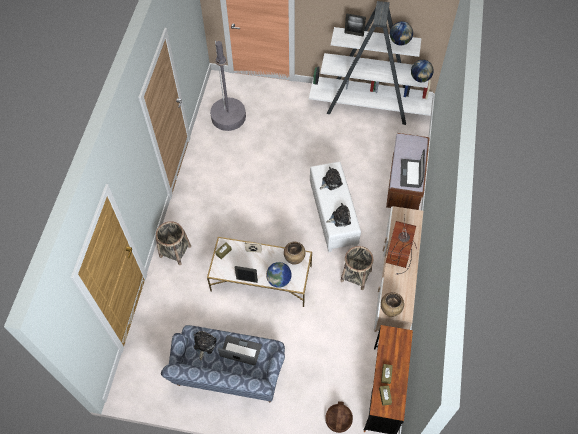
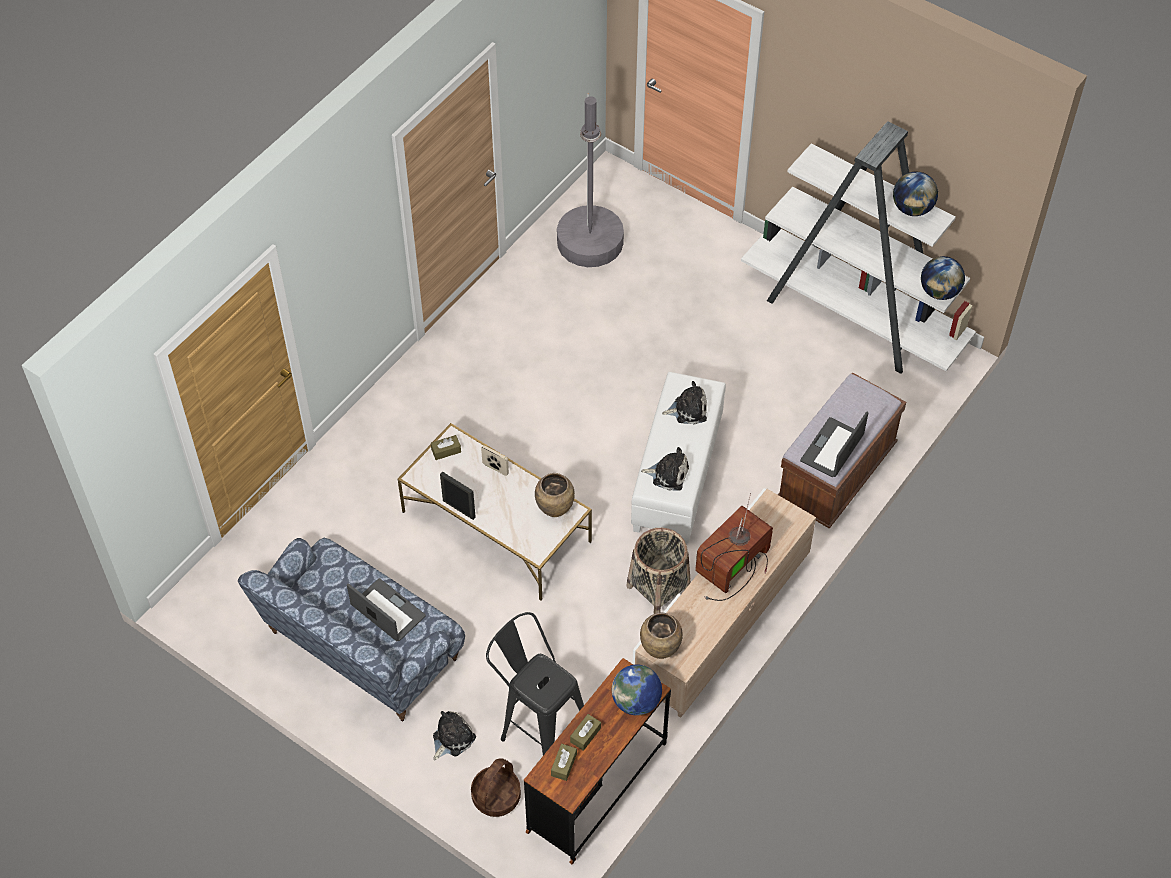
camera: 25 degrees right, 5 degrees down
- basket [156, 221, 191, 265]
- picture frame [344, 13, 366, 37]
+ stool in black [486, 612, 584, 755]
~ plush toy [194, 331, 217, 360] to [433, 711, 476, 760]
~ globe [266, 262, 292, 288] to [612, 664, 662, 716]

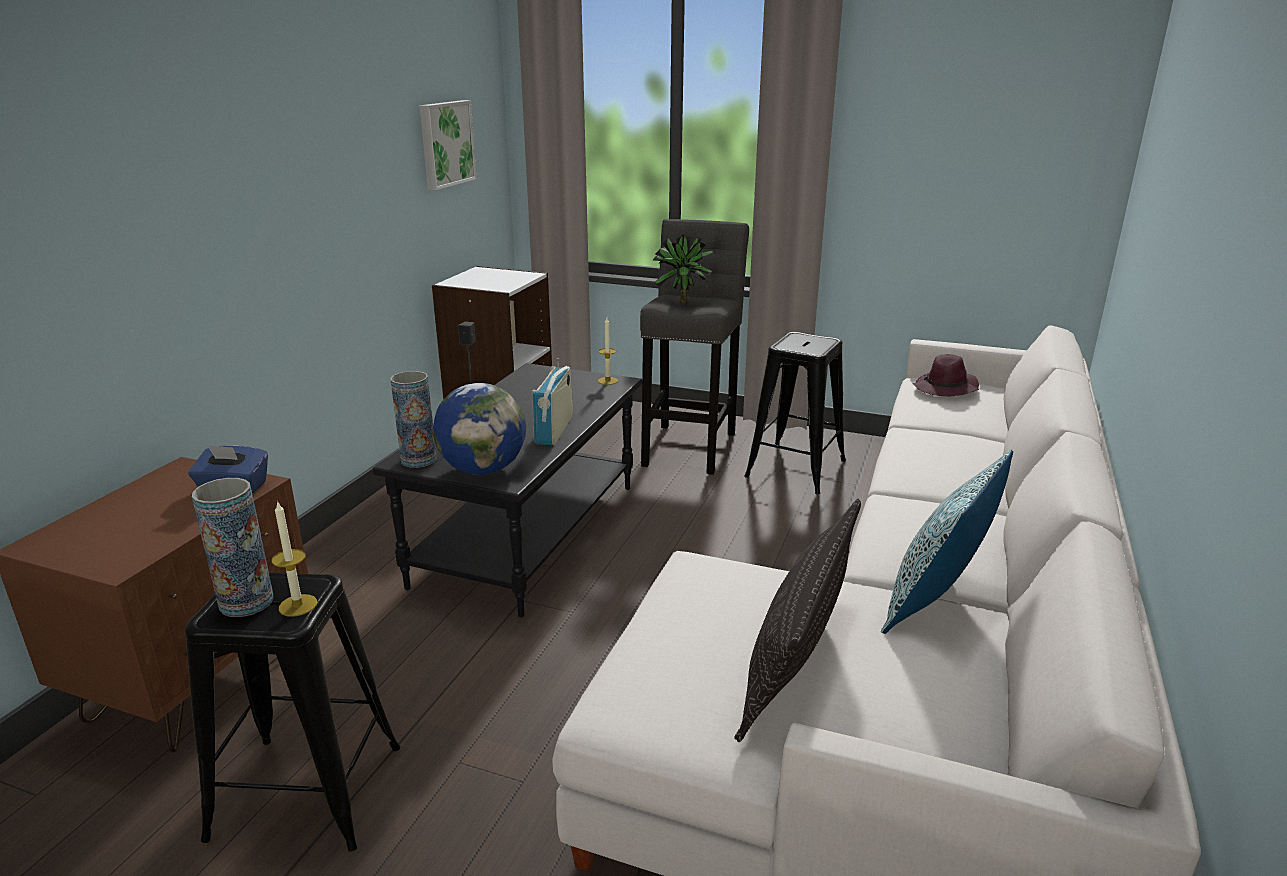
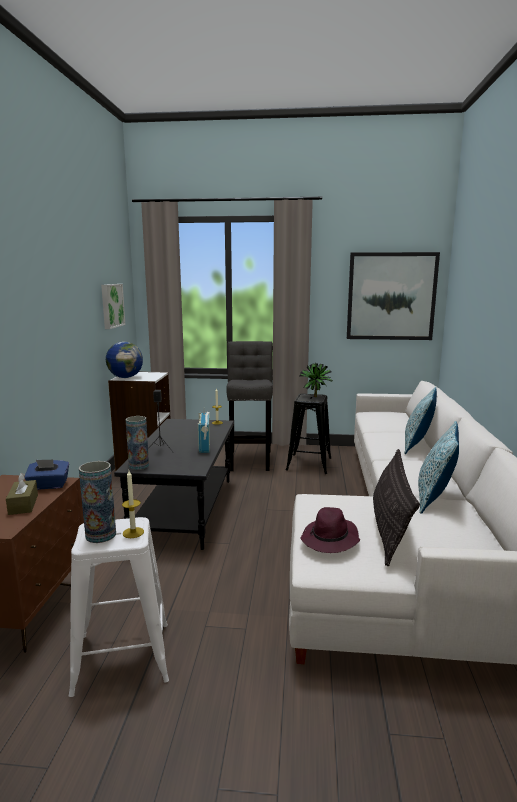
camera: 15 degrees left, 10 degrees down
+ tissue box in brown [6, 473, 38, 515]
+ picture [347, 252, 440, 340]
+ pillow [404, 387, 437, 454]
~ globe [433, 383, 526, 475] to [106, 342, 143, 378]
~ potted plant [653, 234, 715, 303] to [299, 363, 332, 397]
~ hat in purple [913, 354, 979, 396] to [300, 507, 360, 553]
~ stool in black [185, 573, 400, 852] to stool in white [69, 517, 169, 697]

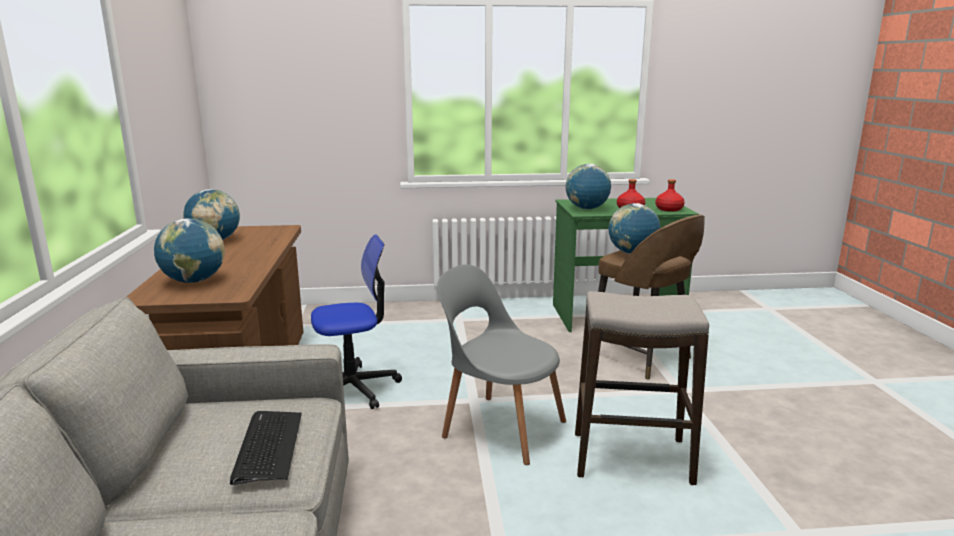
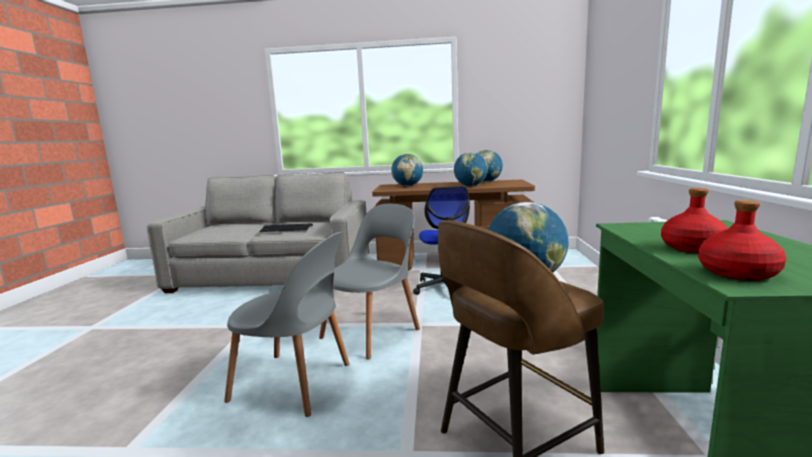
camera: 100 degrees right, 5 degrees down
~ globe [566, 164, 611, 209] to [454, 152, 488, 186]
~ stool [575, 291, 709, 485] to chair in grey [224, 232, 350, 417]

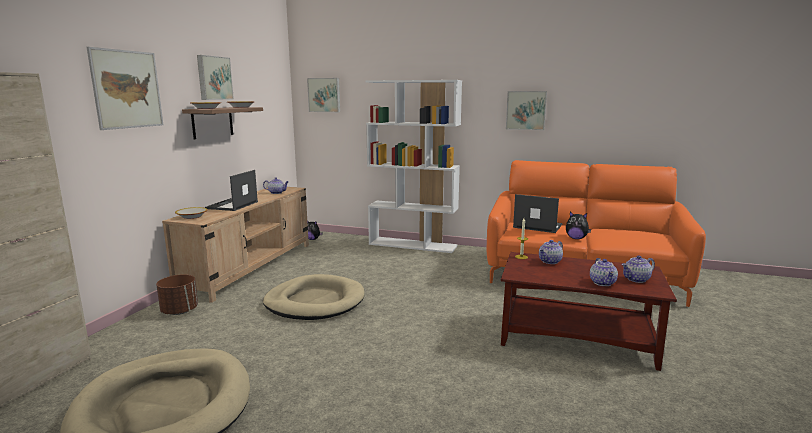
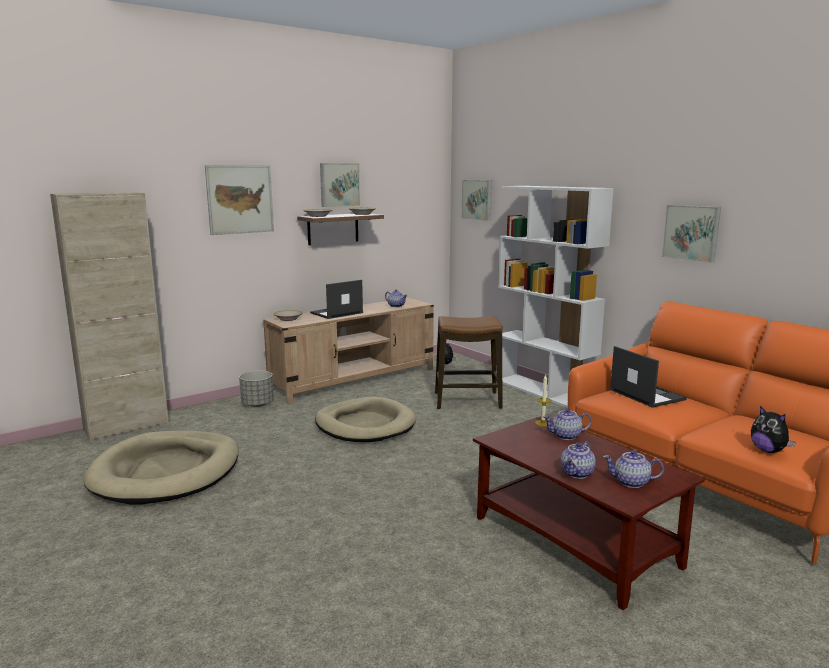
camera: 35 degrees right, 0 degrees up
+ stool [435, 316, 503, 409]
~ plush toy [566, 212, 591, 239] to [751, 406, 796, 453]
~ planter in brown [156, 274, 198, 315] to planter in grey [239, 371, 274, 407]

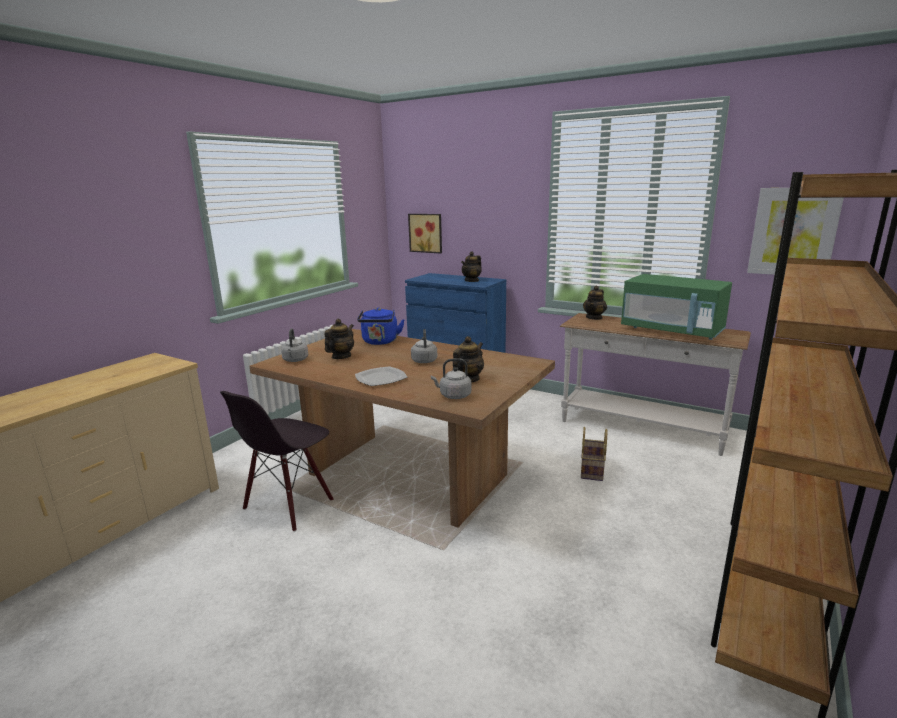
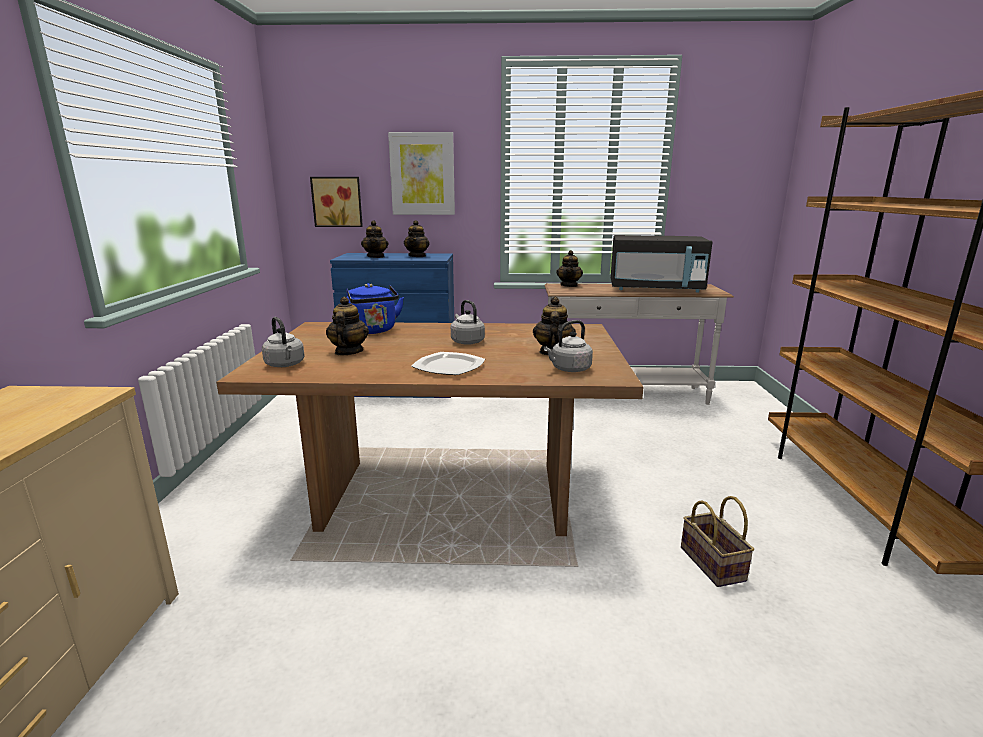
camera: 30 degrees left, 0 degrees up
- chair in black [220, 391, 333, 532]
+ teapot [361, 221, 388, 258]
~ basket [581, 427, 607, 481] to [681, 496, 754, 587]
~ picture [747, 188, 844, 275] to [388, 132, 455, 215]
~ microwave in green [621, 274, 732, 340] to microwave in black [611, 235, 713, 293]

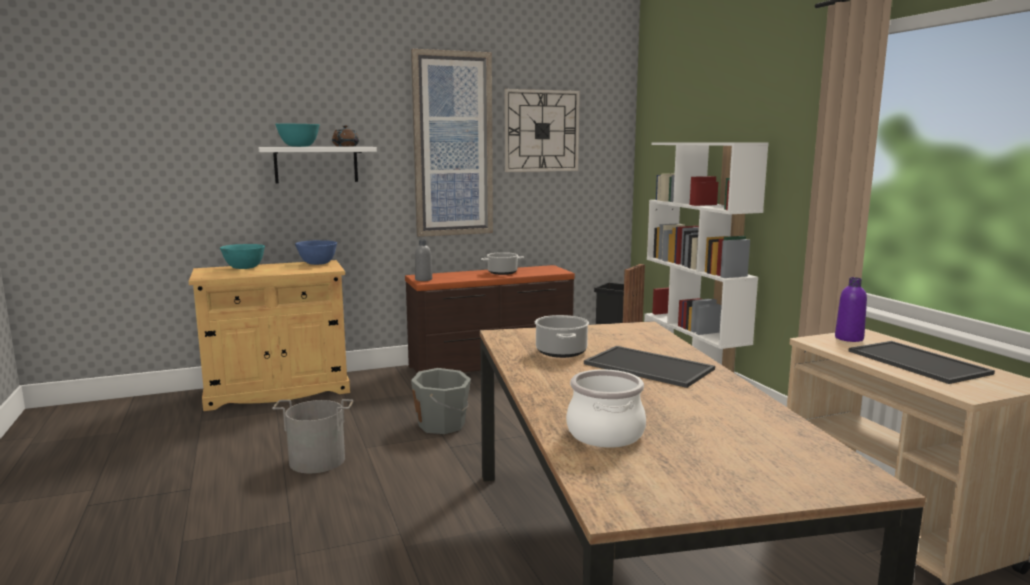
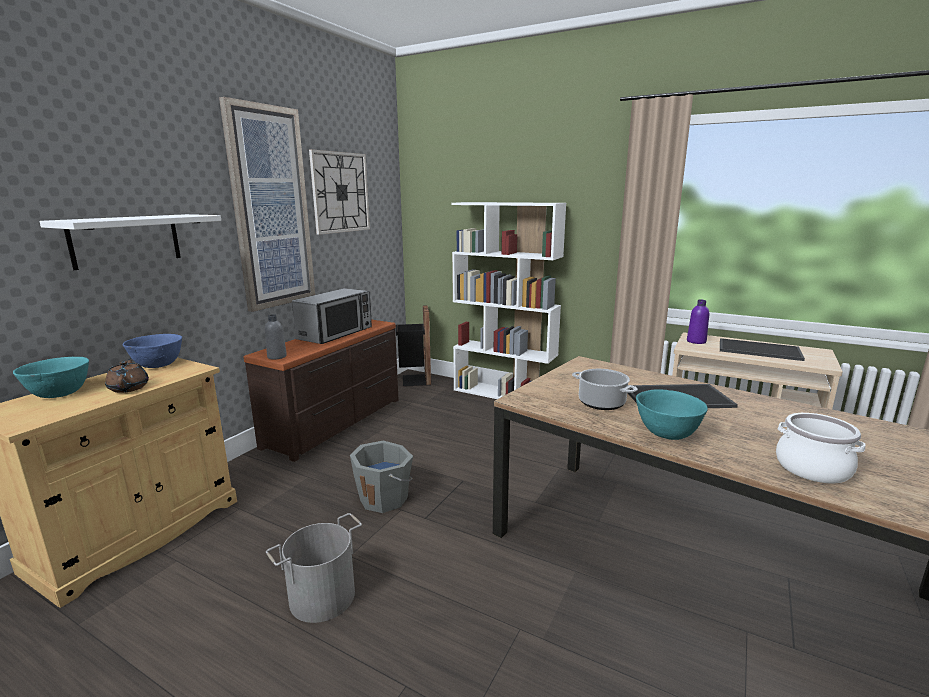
camera: 40 degrees left, 5 degrees up
~ bowl in turquoise [275, 123, 320, 147] to [636, 389, 708, 440]
~ teapot in brown [332, 125, 359, 147] to [105, 358, 149, 393]
~ cooking pot [481, 252, 524, 275] to microwave [292, 288, 372, 344]

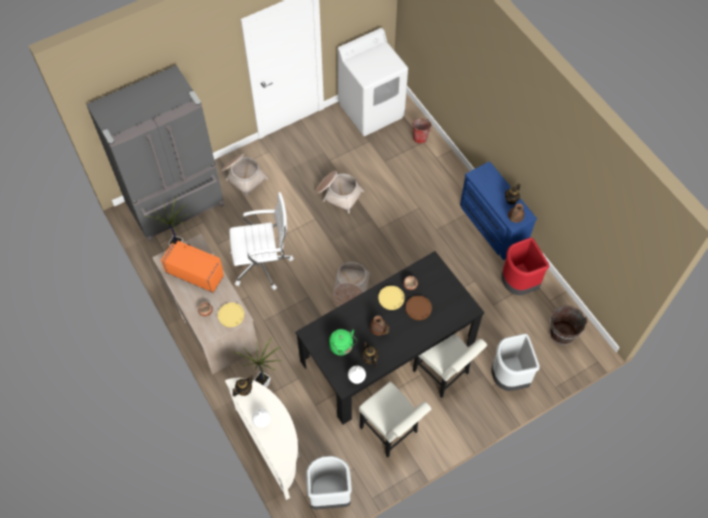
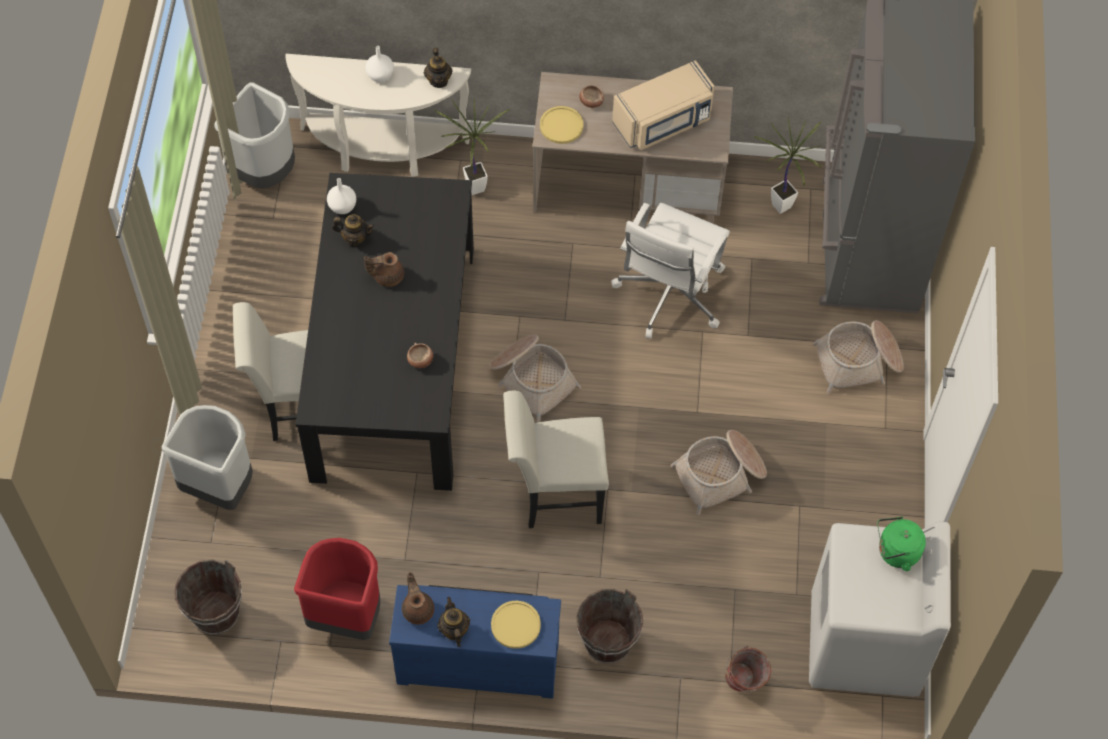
camera: 125 degrees right, 0 degrees up
- plate in brown [405, 296, 432, 320]
+ bucket in brown [576, 589, 643, 664]
~ kettle in green [329, 329, 358, 355] to [877, 517, 926, 571]
~ chair in white [359, 381, 431, 457] to [503, 391, 609, 528]
~ plate in yellow [378, 286, 405, 310] to [491, 601, 541, 649]
~ microwave in orange [161, 241, 224, 293] to microwave in beige [612, 60, 715, 150]

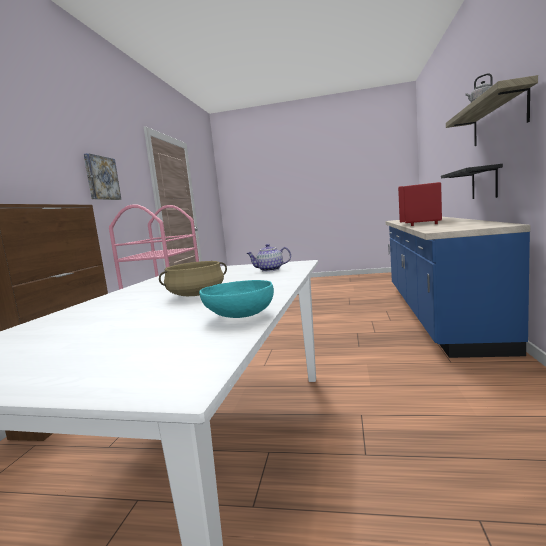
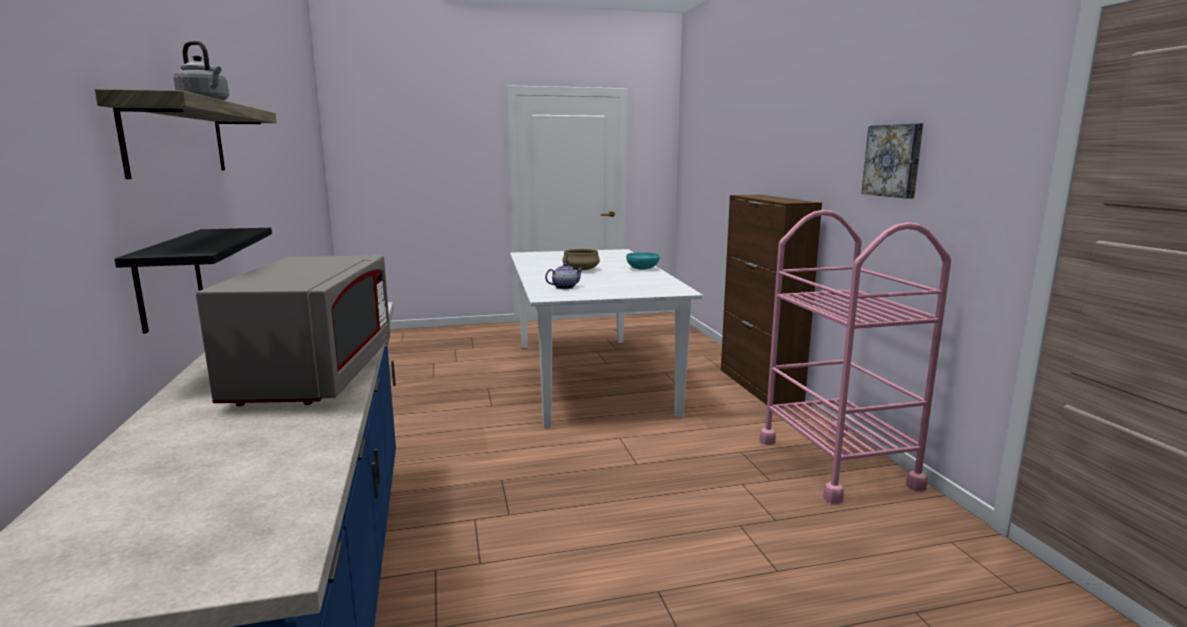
camera: 155 degrees right, 5 degrees up
~ bowl in turquoise [199, 280, 274, 318] to [626, 252, 660, 270]
~ microwave in red [398, 182, 442, 226] to microwave in grey [196, 255, 390, 406]

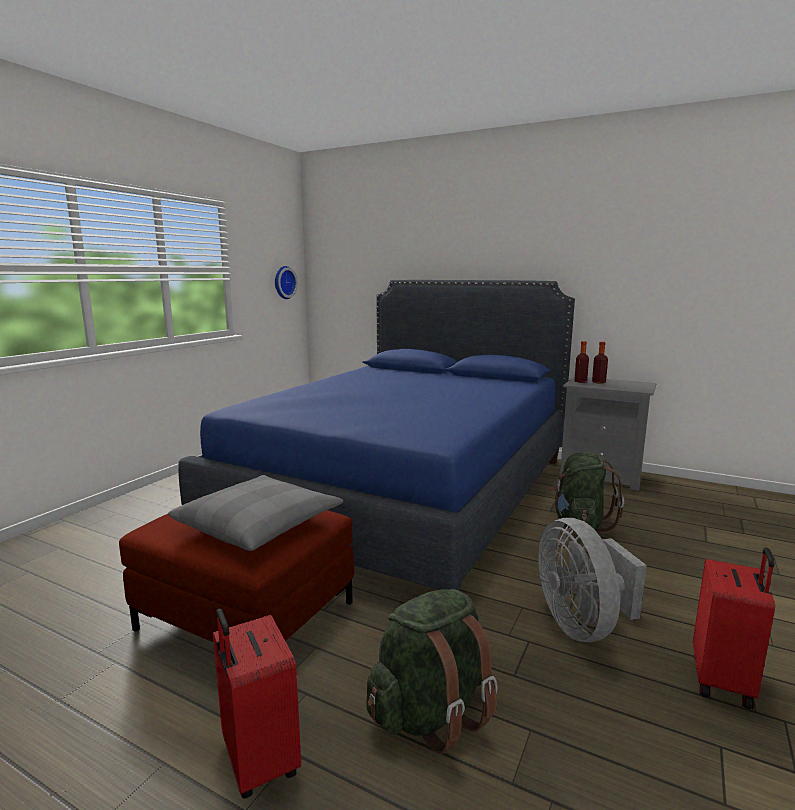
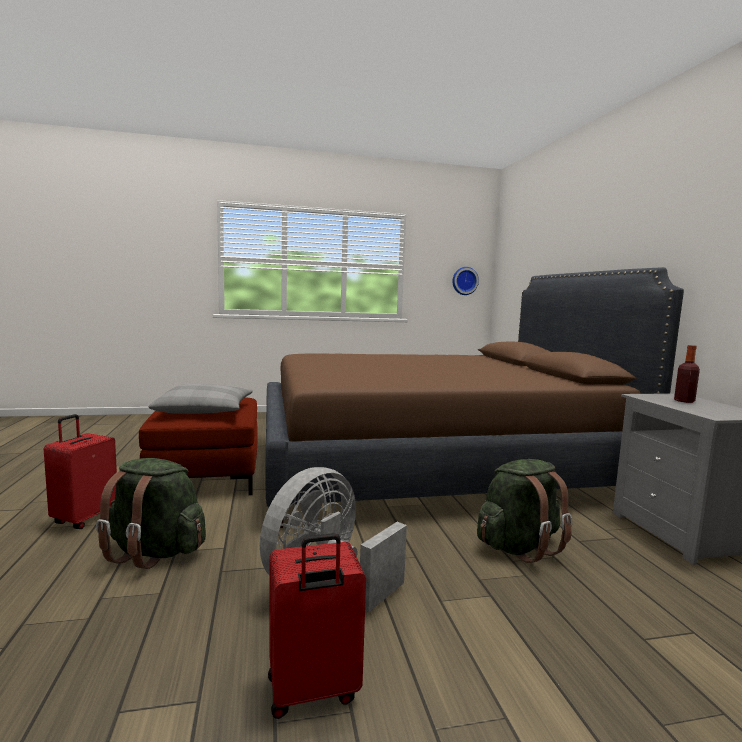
camera: 50 degrees right, 5 degrees down
- bottle [574, 341, 589, 383]
~ bed in blue [178, 280, 575, 591] to bed in brown [265, 267, 684, 528]

